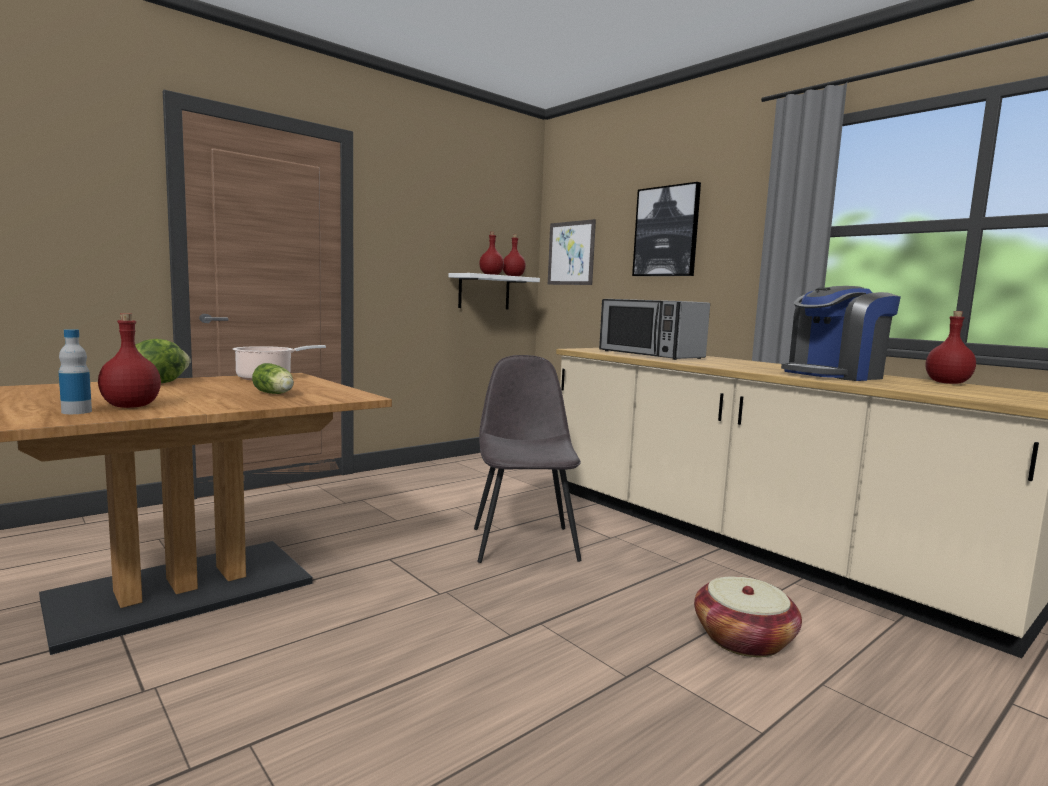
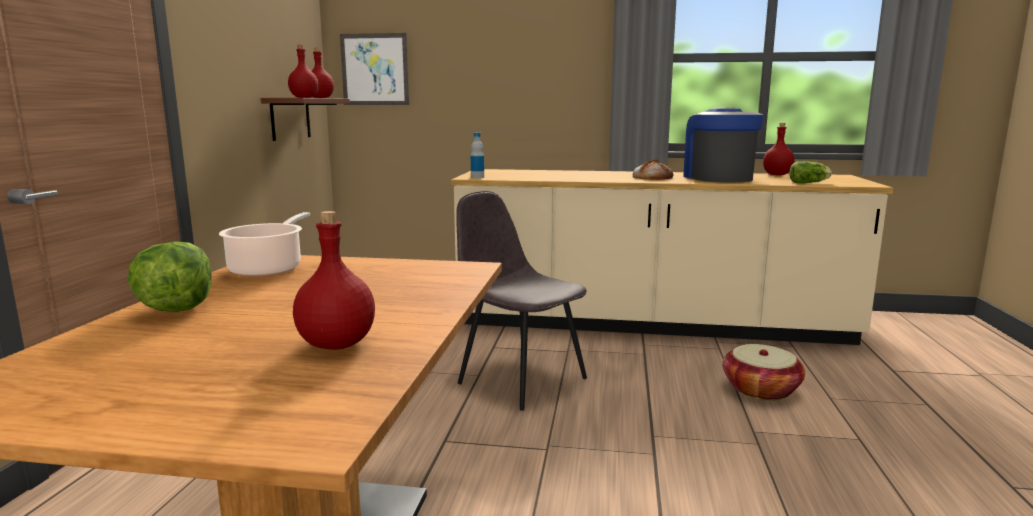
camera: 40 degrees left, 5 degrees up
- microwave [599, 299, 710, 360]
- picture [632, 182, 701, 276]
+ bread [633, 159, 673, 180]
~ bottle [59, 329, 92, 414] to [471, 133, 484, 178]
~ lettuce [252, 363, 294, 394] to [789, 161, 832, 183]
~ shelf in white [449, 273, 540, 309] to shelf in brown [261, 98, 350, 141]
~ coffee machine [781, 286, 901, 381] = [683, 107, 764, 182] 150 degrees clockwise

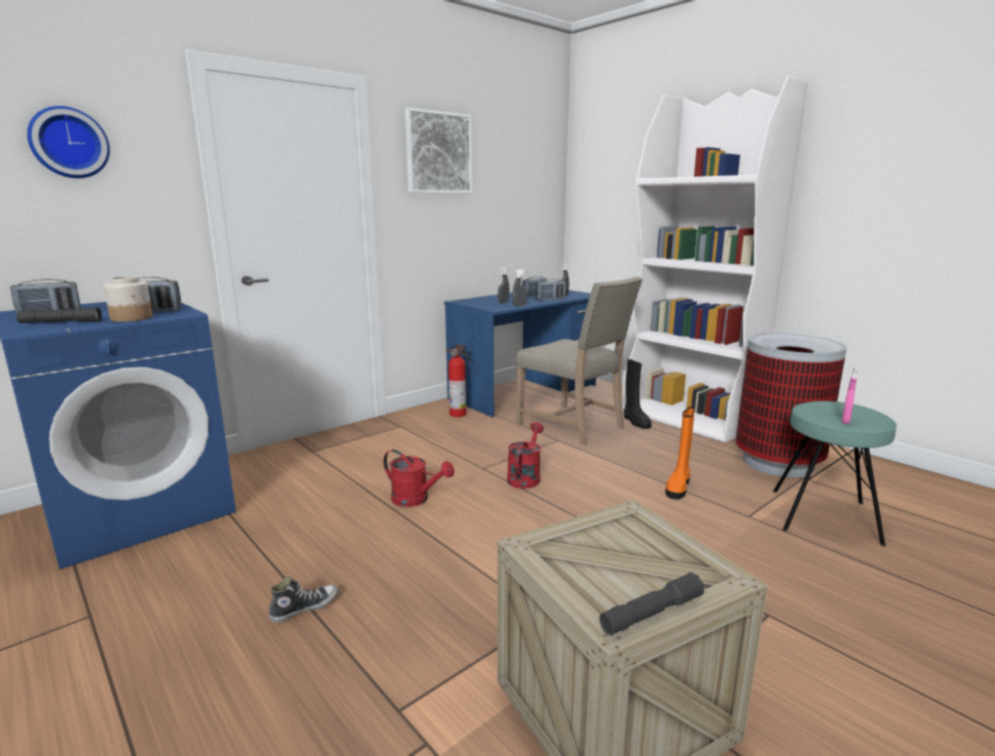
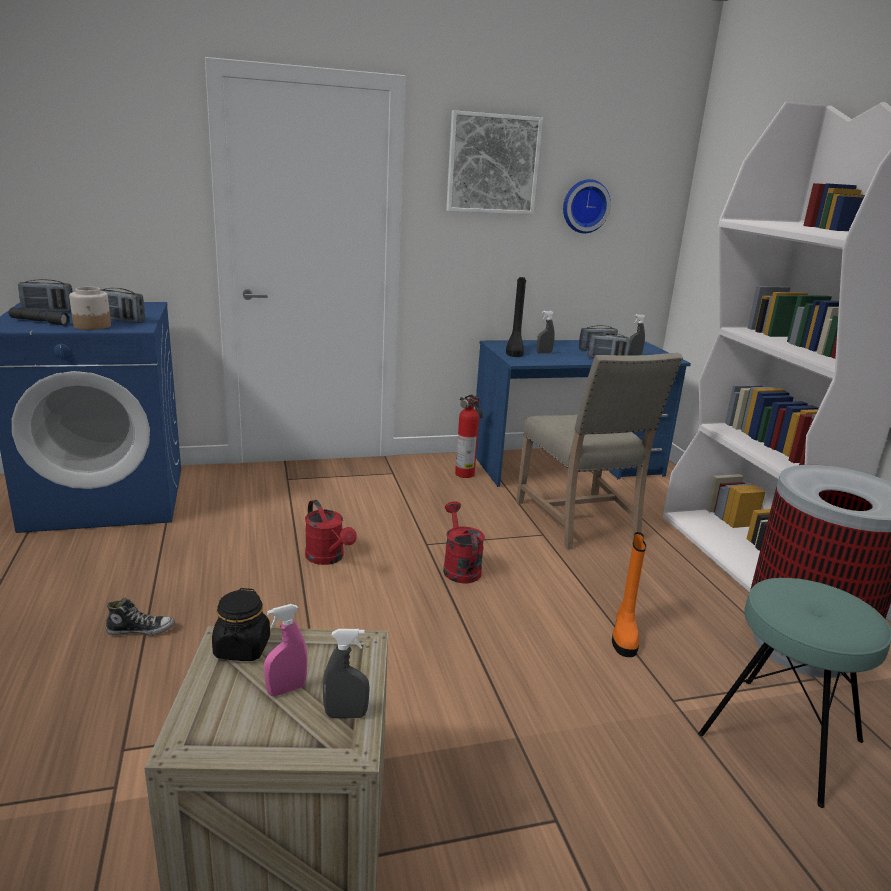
camera: 25 degrees right, 5 degrees up
- flashlight in grey [600, 573, 704, 635]
+ jar in black [212, 588, 270, 661]
~ wall clock [27, 106, 110, 178] to [563, 179, 611, 233]
~ spray bottle in grey [512, 269, 527, 307] to [323, 629, 370, 718]
~ boot in black [624, 359, 652, 429] to [506, 277, 526, 357]
~ spray bottle in pink [842, 365, 858, 424] to [264, 604, 307, 696]
~ watering can in red [507, 422, 544, 489] = [443, 501, 485, 584] 60 degrees counterclockwise
~ boot in orange [665, 407, 695, 499] = [612, 532, 646, 657] 45 degrees counterclockwise

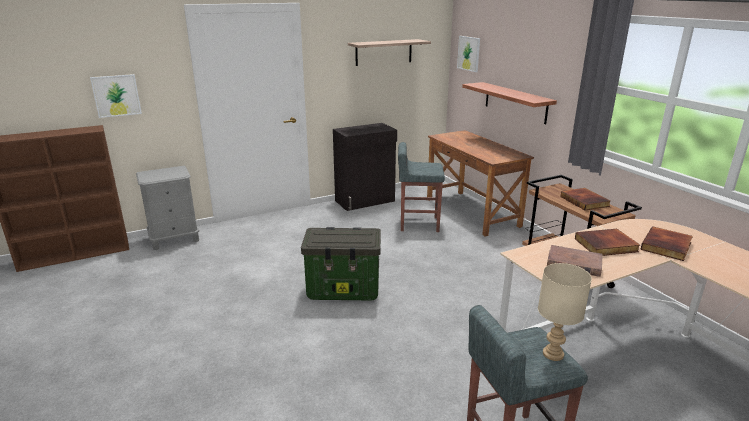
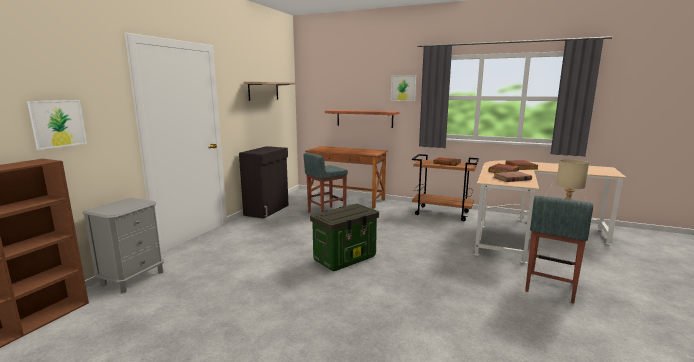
camera: 40 degrees left, 10 degrees down
~ picture [457, 36, 480, 72] to [391, 75, 416, 101]

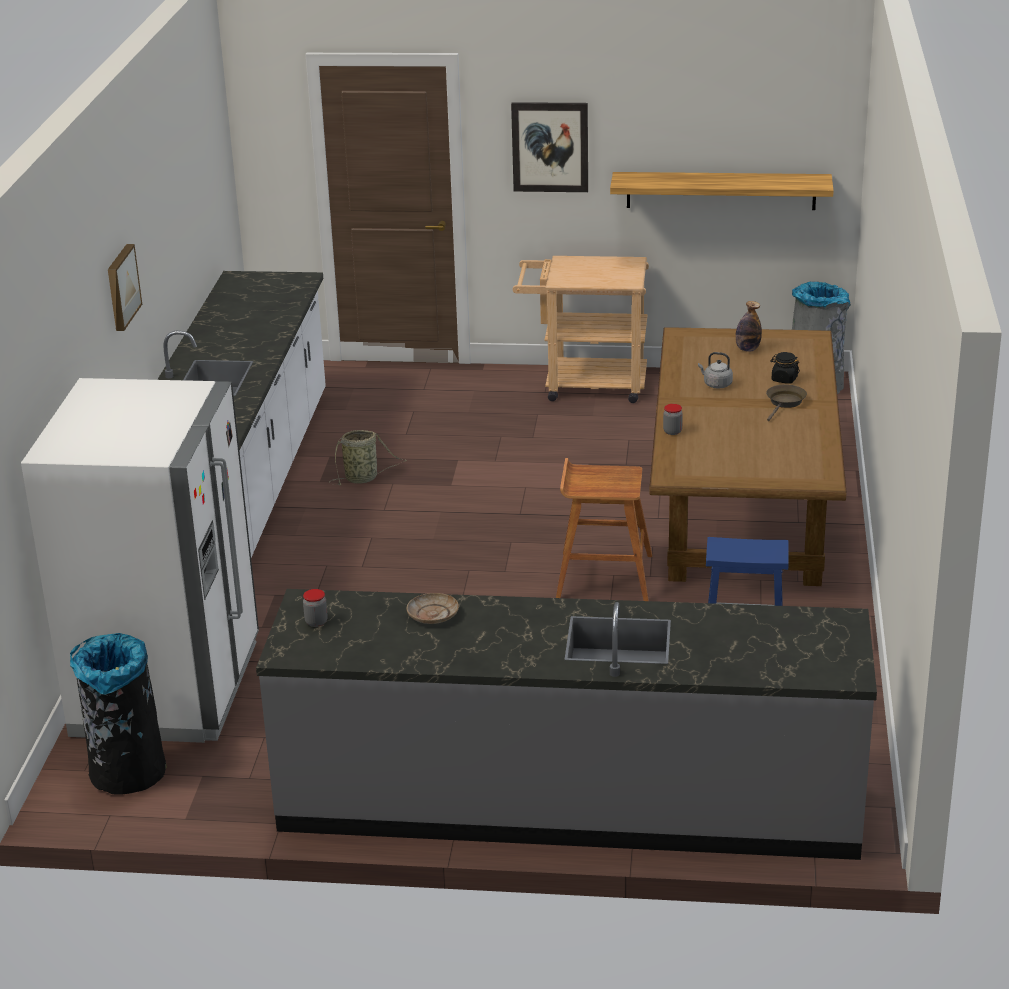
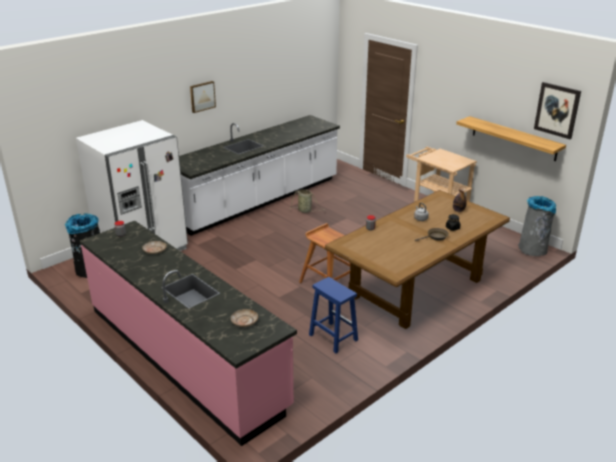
camera: 40 degrees right, 0 degrees up
+ plate in beige [231, 309, 258, 327]
~ picture [511, 102, 588, 192] to [534, 82, 581, 139]
~ counter in grey [256, 589, 877, 860] to counter in pink [80, 221, 297, 446]

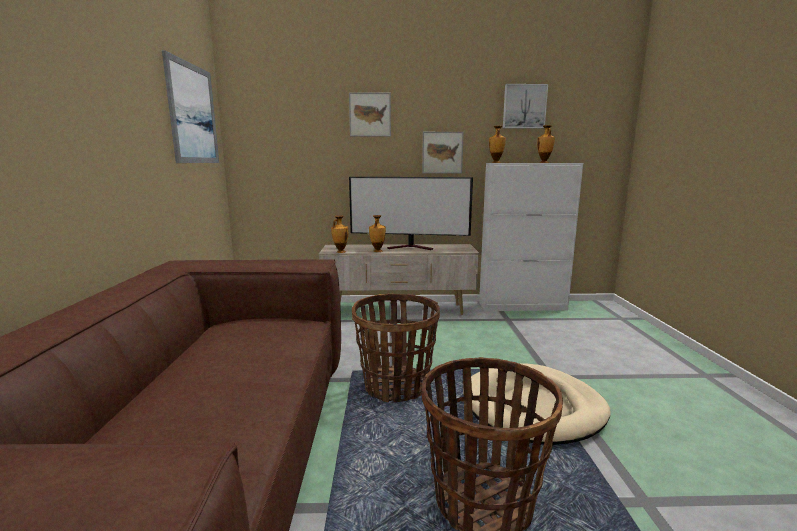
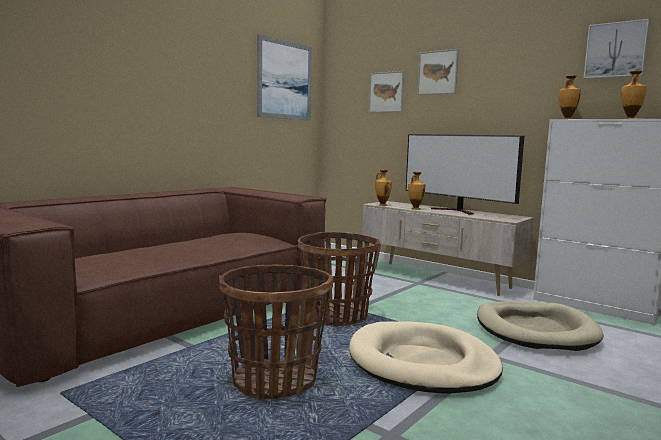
camera: 40 degrees right, 5 degrees down
+ dog bed in beige [477, 301, 604, 351]
~ picture [422, 132, 464, 173] to [369, 71, 404, 112]

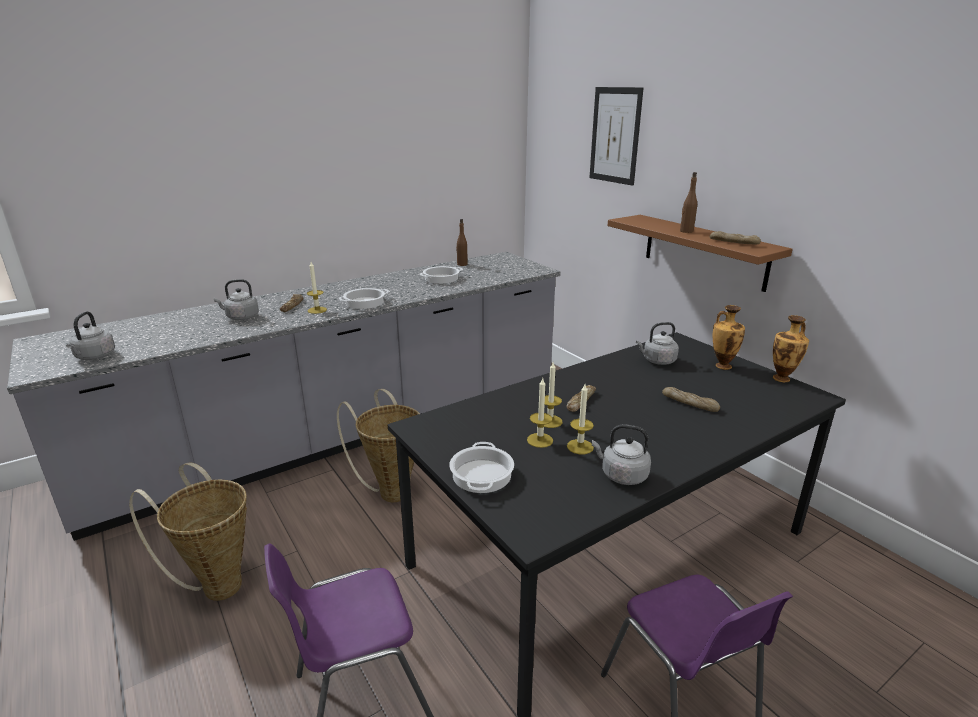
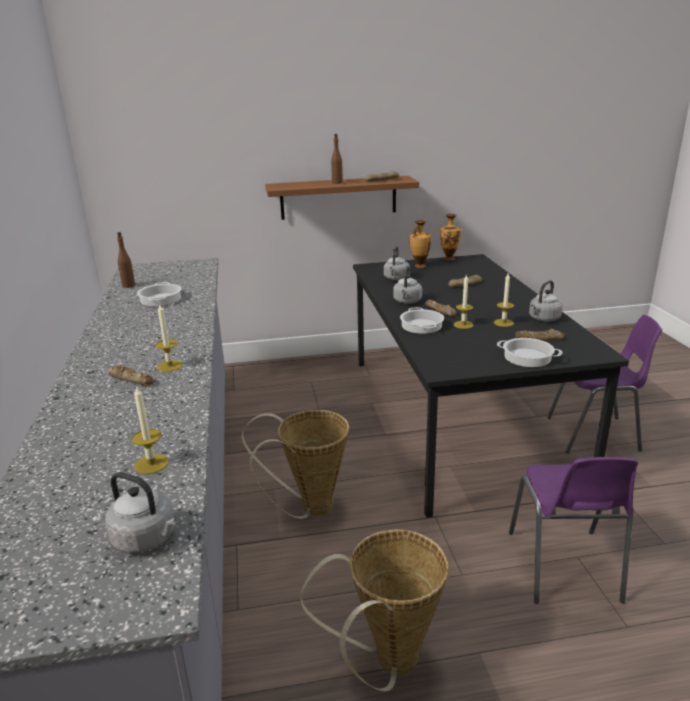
camera: 65 degrees left, 0 degrees up
- picture [589, 87, 644, 186]
+ bread [515, 328, 565, 340]
~ kettle in grey [214, 279, 259, 320] to [393, 266, 422, 304]
~ cooking pot [339, 288, 389, 309] to [400, 307, 444, 334]
~ candle [527, 379, 553, 448] to [131, 385, 169, 474]

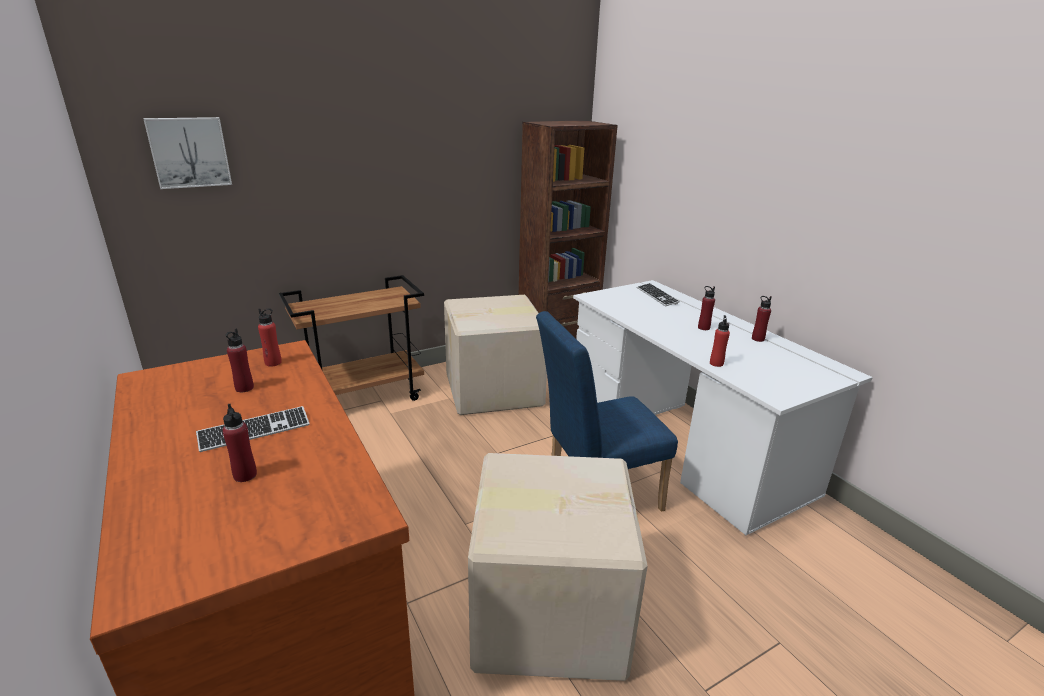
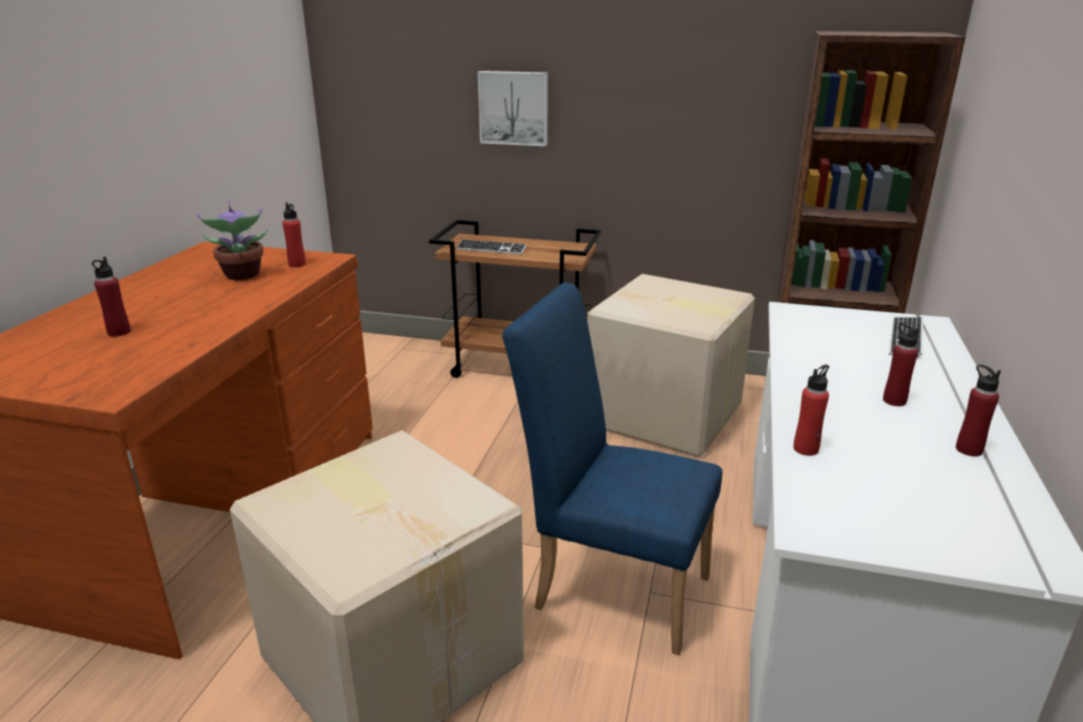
camera: 45 degrees right, 0 degrees up
~ picture [144, 117, 232, 189] to [478, 71, 548, 146]
~ keyboard [196, 406, 310, 452] to [456, 239, 527, 255]
~ bottle in red [226, 328, 254, 392] to potted plant [196, 200, 268, 280]

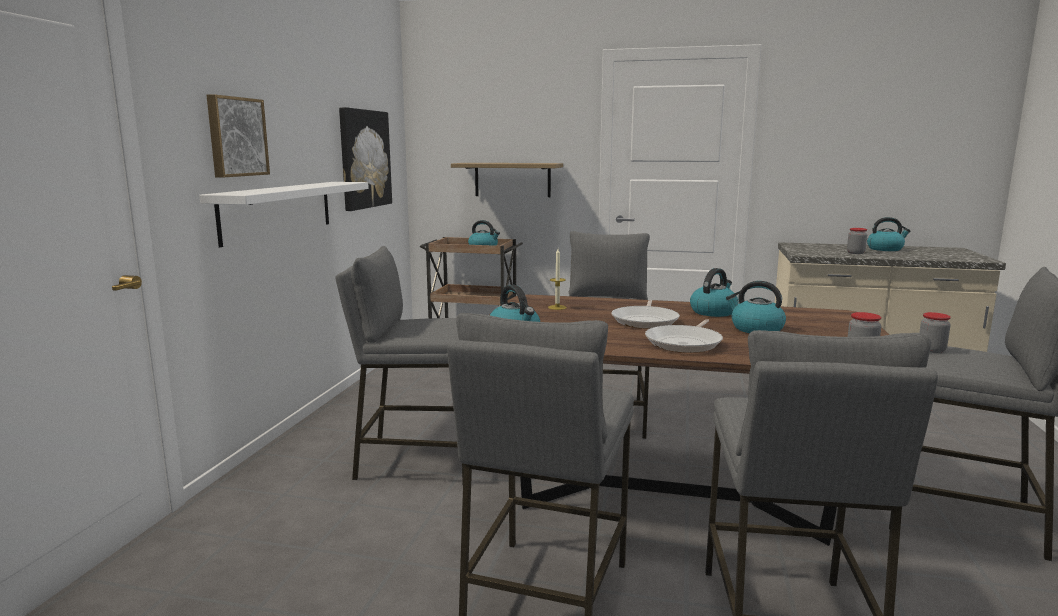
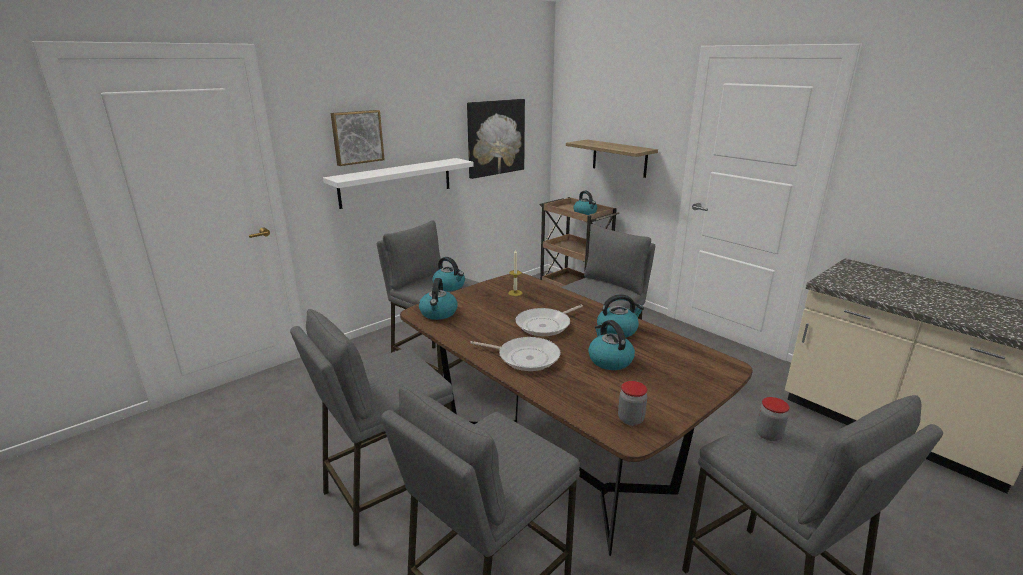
camera: 35 degrees right, 10 degrees up
- jar [847, 228, 867, 254]
~ kettle [867, 217, 910, 251] to [432, 257, 465, 291]
~ frying pan [645, 319, 723, 353] = [470, 337, 560, 371] 135 degrees counterclockwise

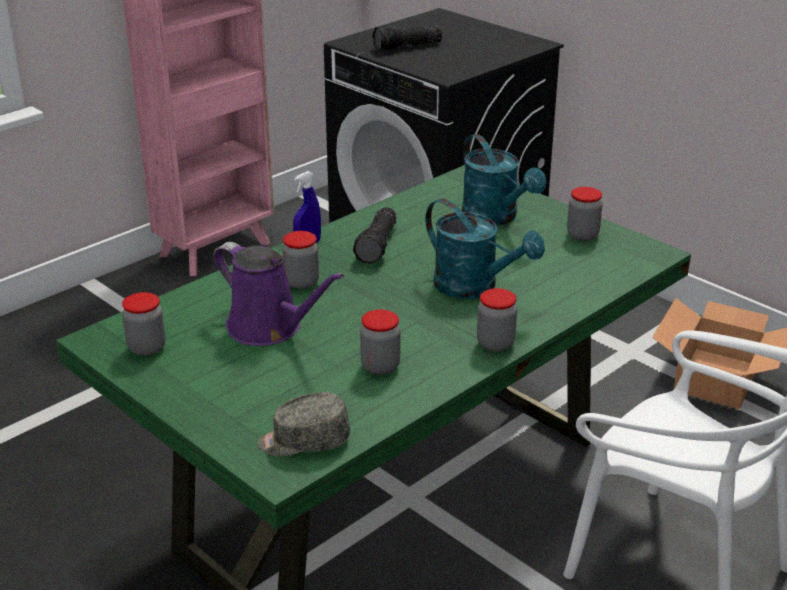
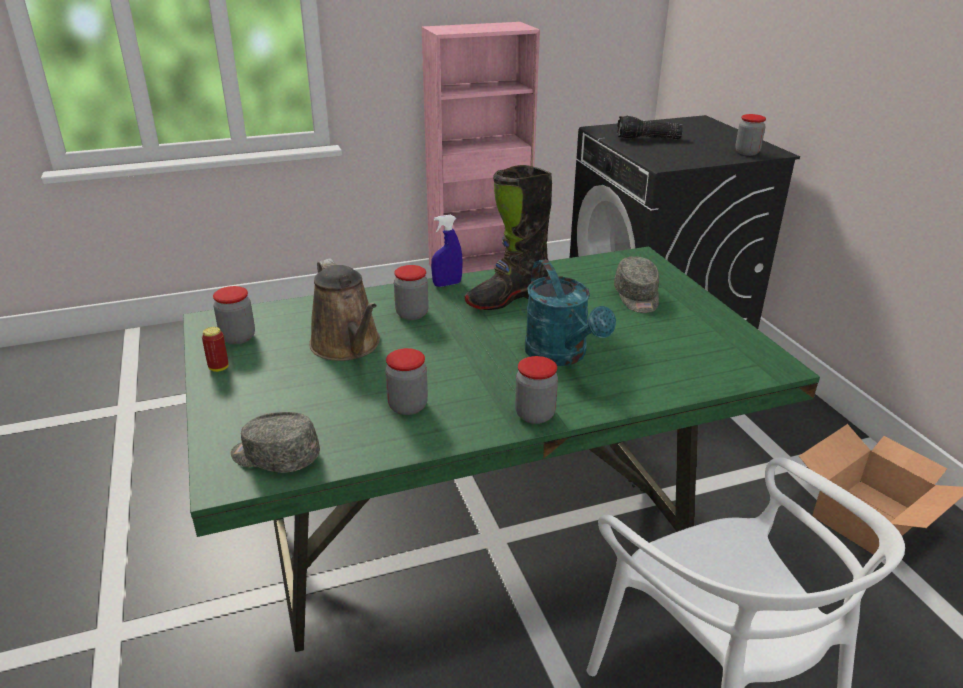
camera: 25 degrees right, 0 degrees up
+ can [202, 327, 229, 372]
~ jar [567, 187, 603, 241] to [735, 114, 766, 156]
~ flashlight [353, 207, 396, 264] to boot in black [464, 165, 552, 310]
~ watering can in turquoise [462, 134, 546, 226] to cap in grey [614, 256, 659, 313]
~ watering can in purple [214, 242, 344, 346] to watering can in brown [309, 258, 380, 361]

